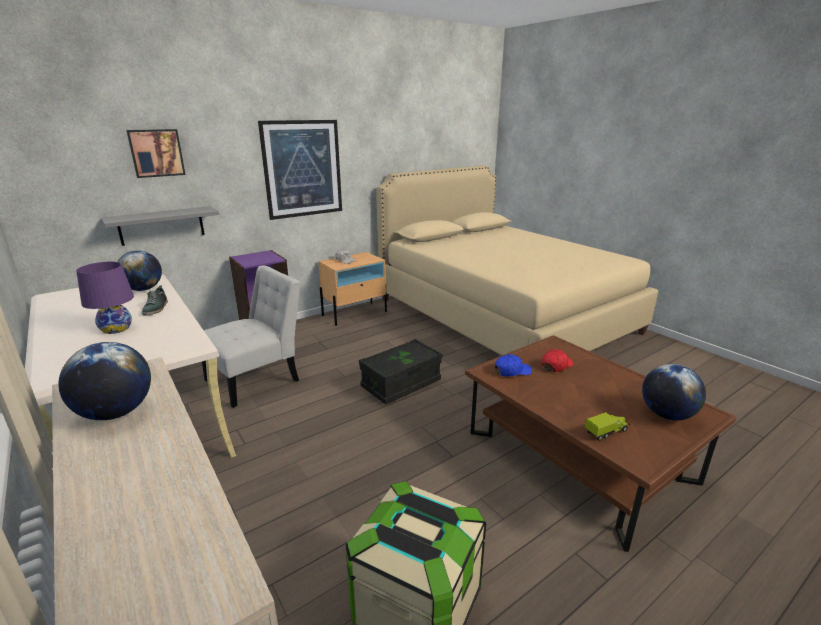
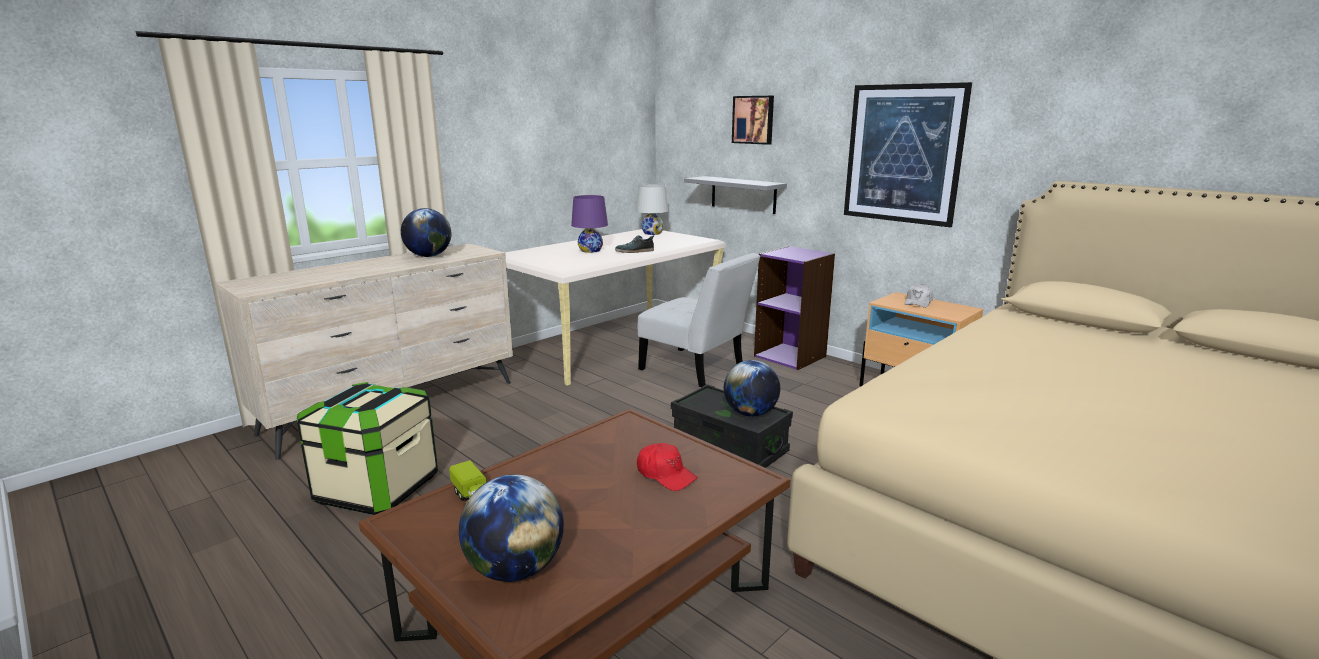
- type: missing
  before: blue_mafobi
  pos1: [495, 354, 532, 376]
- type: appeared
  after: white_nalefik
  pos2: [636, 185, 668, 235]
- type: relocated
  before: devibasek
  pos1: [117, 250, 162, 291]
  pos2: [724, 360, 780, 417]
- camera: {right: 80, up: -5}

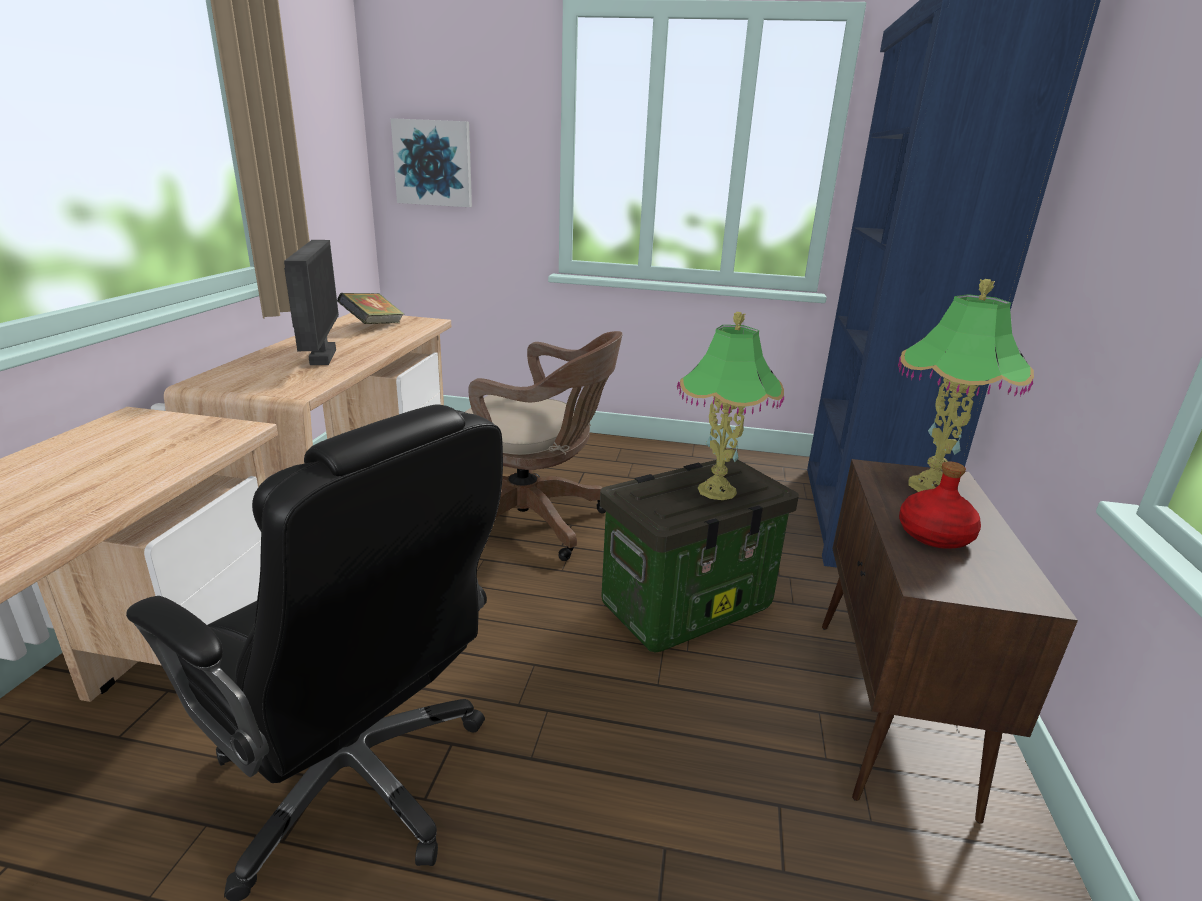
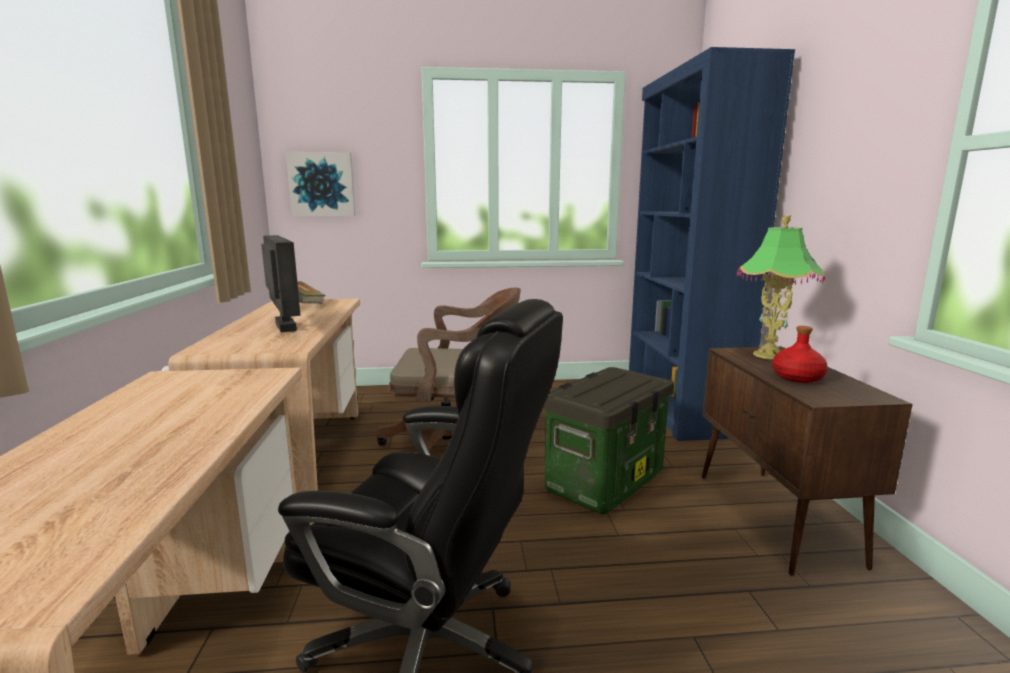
- type: missing
  before: nalefik
  pos1: [677, 312, 784, 500]
- camera: {right: -15, up: -10}

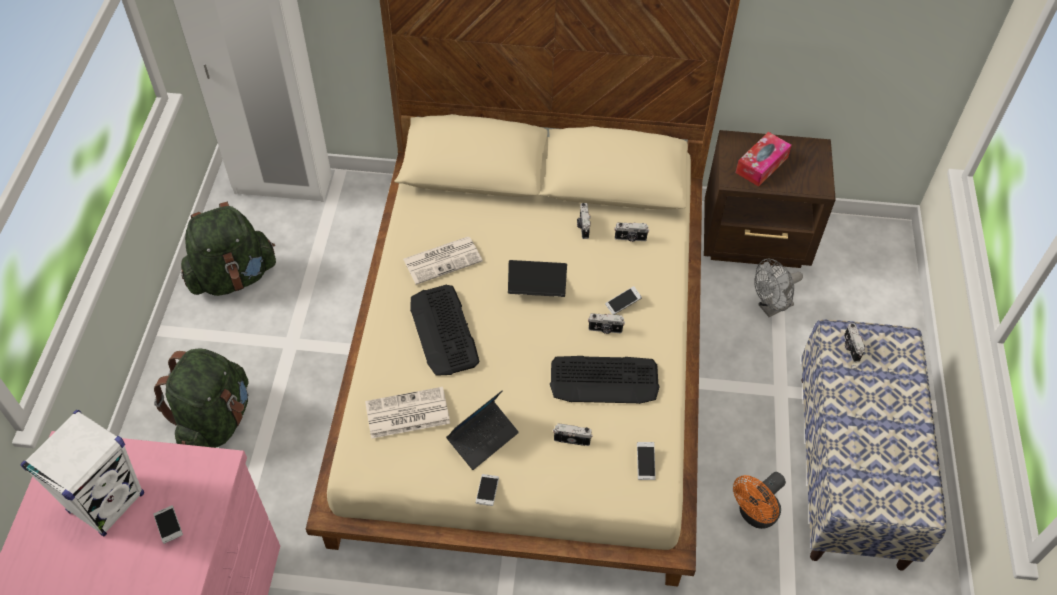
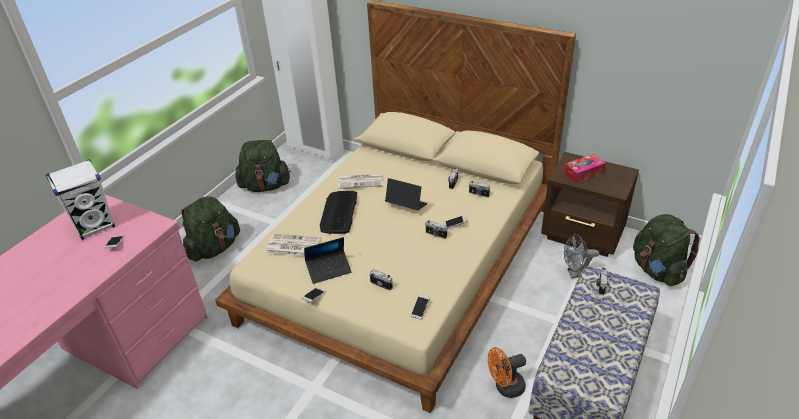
- type: missing
  before: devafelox
  pos1: [550, 356, 660, 404]
- type: appeared
  after: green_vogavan
  pos2: [633, 214, 699, 286]
- camera: {right: 25, up: -15}

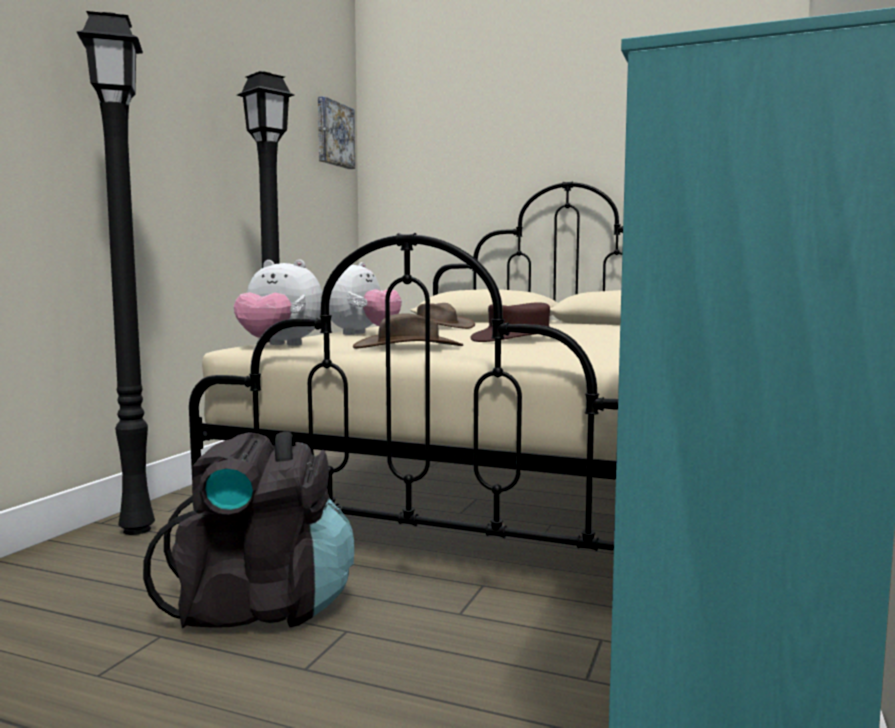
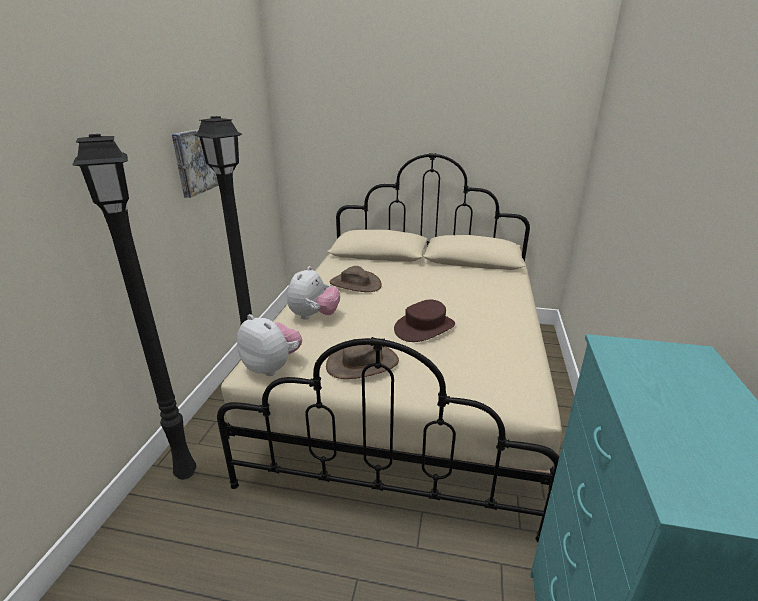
- type: missing
  before: black_vogavan
  pos1: [143, 432, 354, 628]
- type: relocated
  before: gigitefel
  pos1: [318, 96, 355, 169]
  pos2: [172, 129, 219, 198]
- type: spun
  before: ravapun
  pos1: [234, 259, 322, 346]
  pos2: [237, 314, 302, 376]
  turn: -150
- camera: {right: -10, up: 20}

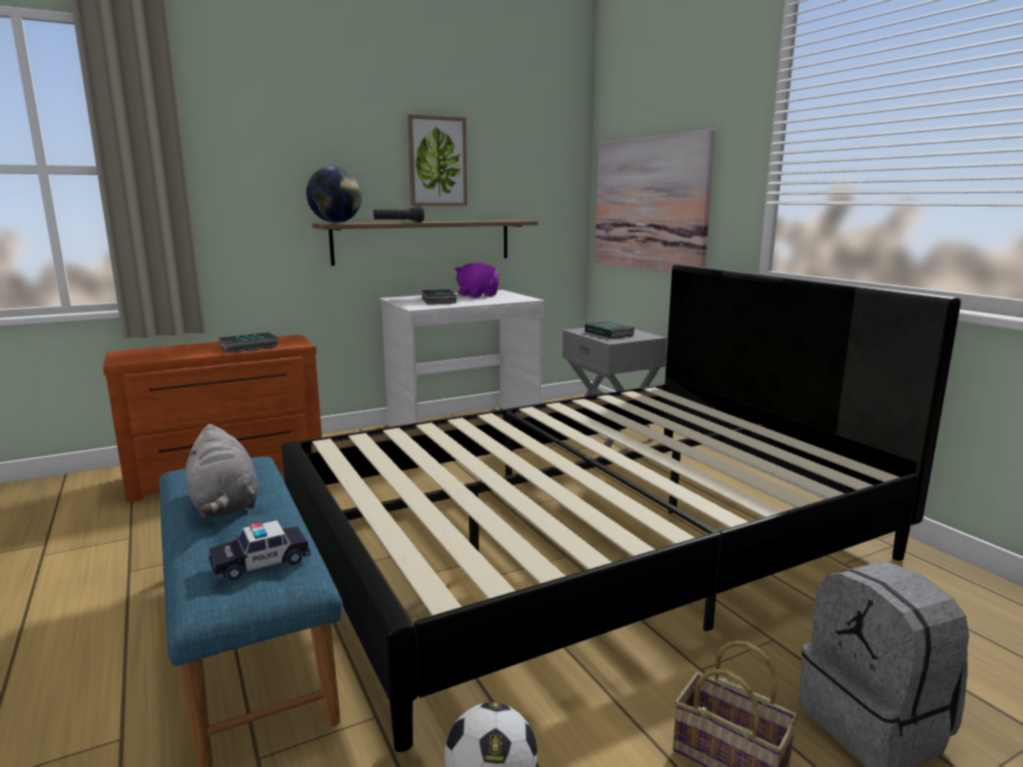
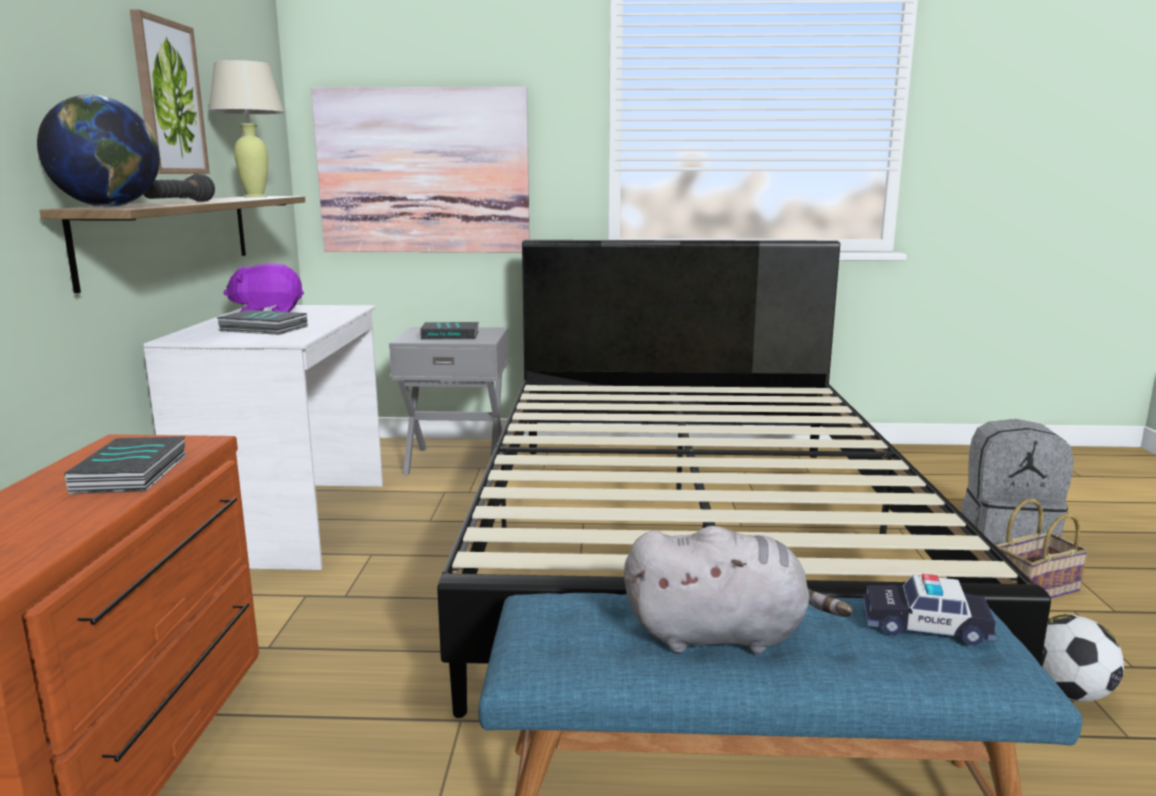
- type: appeared
  after: beige_nalefik
  pos2: [209, 60, 284, 197]
- type: spun
  before: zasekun
  pos1: [208, 520, 311, 581]
  pos2: [863, 574, 997, 646]
  turn: 105
- camera: {right: -60, up: 0}

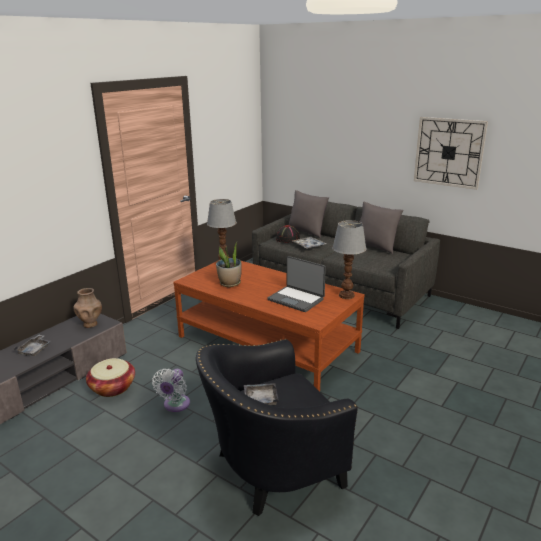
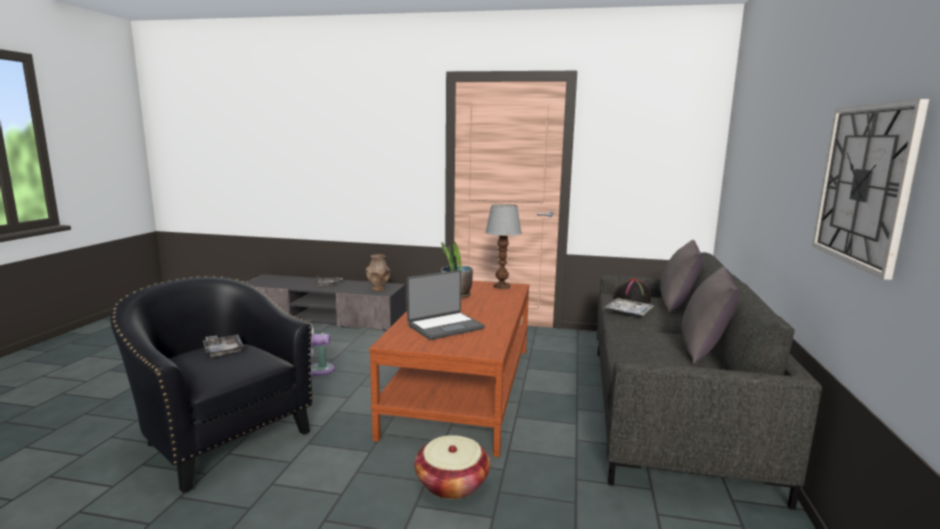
- type: missing
  before: nalefik
  pos1: [332, 220, 367, 299]
- type: relocated
  before: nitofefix
  pos1: [86, 358, 135, 397]
  pos2: [414, 435, 490, 499]
- type: spun
  before: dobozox
  pos1: [267, 256, 326, 312]
  pos2: [407, 270, 485, 340]
  turn: -135
- camera: {right: 65, up: -10}

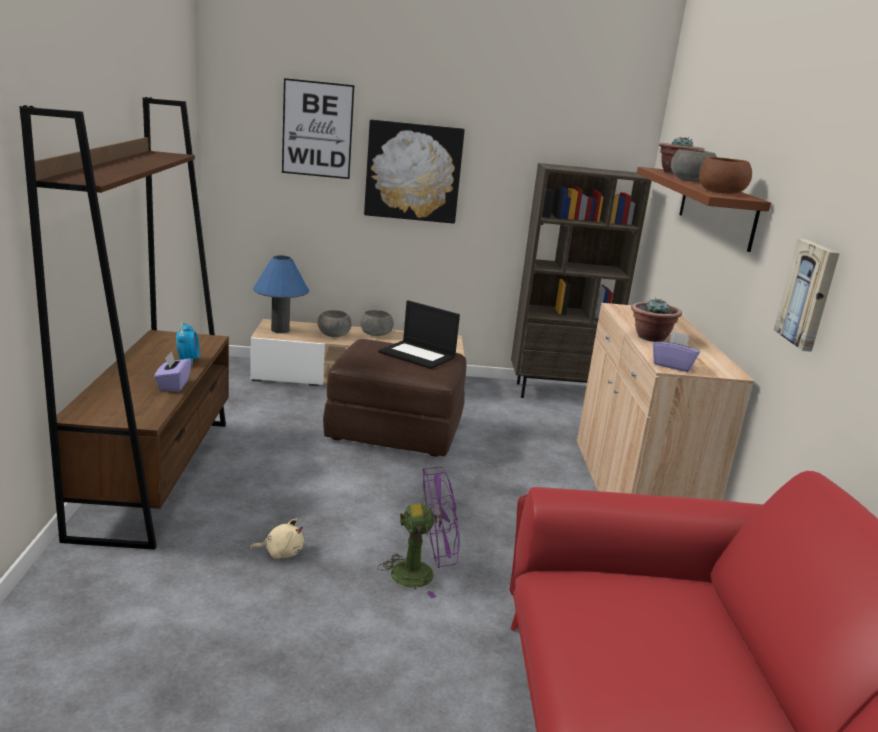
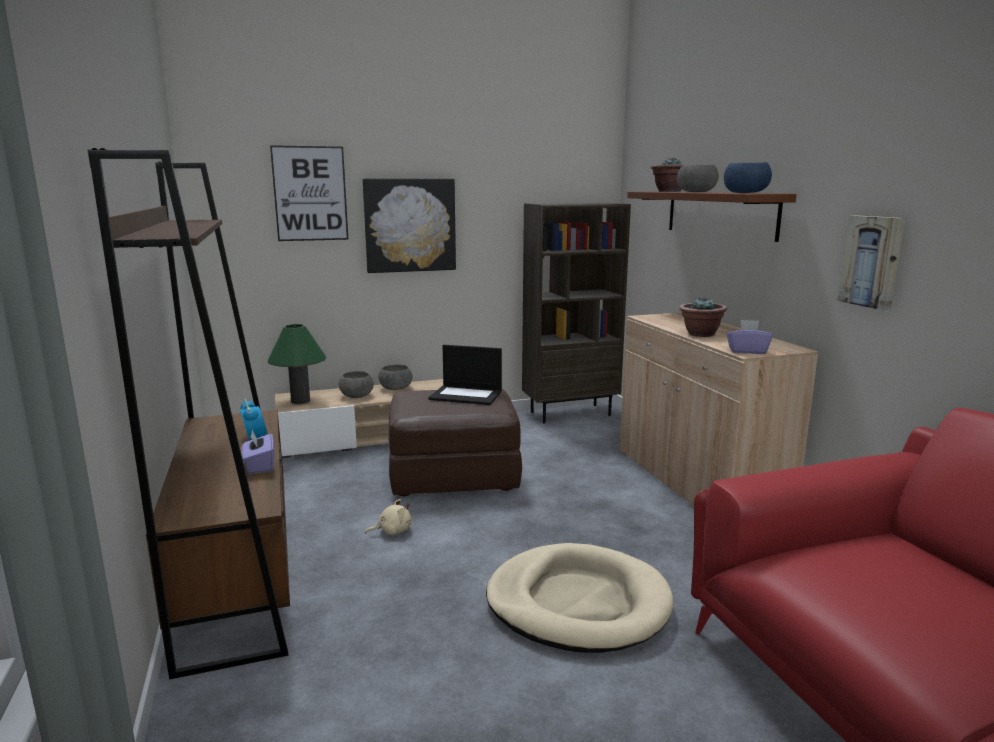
- type: relocated
  before: beige_ravapun
  pos1: [250, 518, 304, 559]
  pos2: [365, 499, 411, 535]
- type: exchanged
  before: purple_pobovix
  after: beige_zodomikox
  pos1: [377, 467, 460, 599]
  pos2: [486, 543, 674, 653]
- type: colour
  before: blue_nalefik
  after: green_nalefik
  pos1: [253, 255, 309, 333]
  pos2: [268, 324, 326, 404]
- type: colour
  before: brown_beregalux
  after: blue_beregalux
  pos1: [699, 157, 752, 194]
  pos2: [724, 162, 772, 193]
- camera: {right: -15, up: -5}

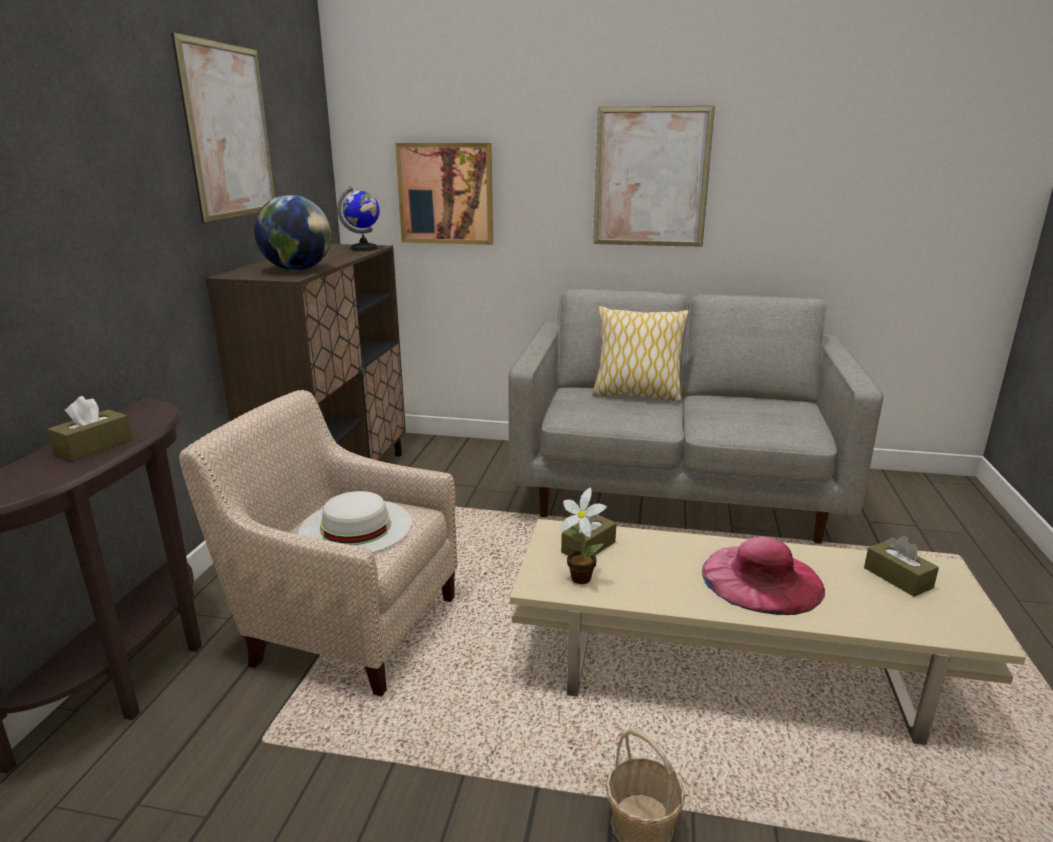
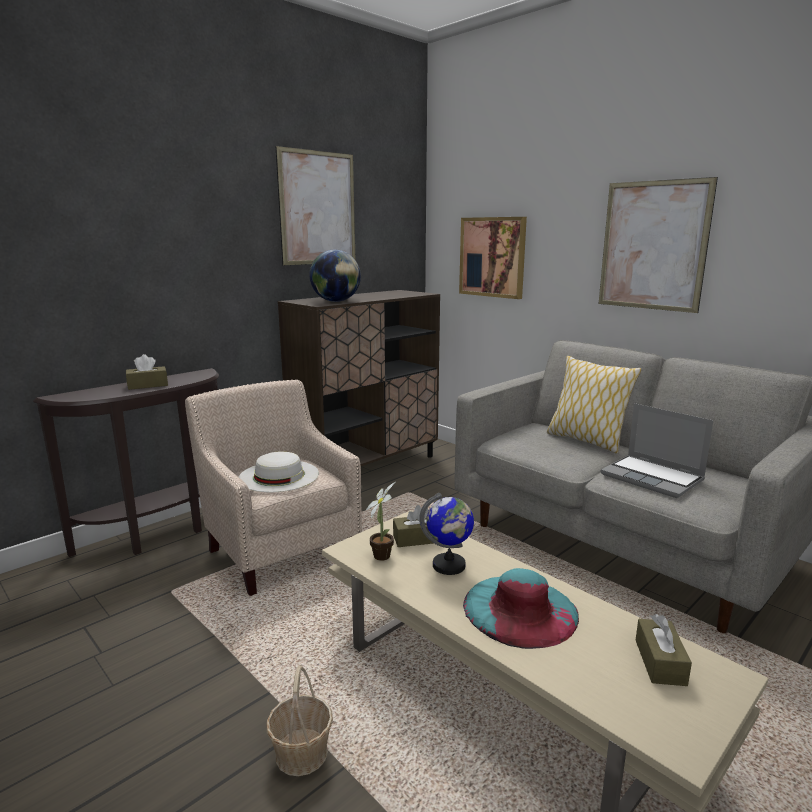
- type: appeared
  after: dobozox
  pos2: [601, 403, 713, 498]
- type: relocated
  before: devibasek
  pos1: [337, 186, 380, 251]
  pos2: [419, 492, 474, 575]
- type: colour
  before: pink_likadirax
  after: turquoise_likadirax
  pos1: [702, 537, 825, 615]
  pos2: [463, 568, 579, 649]
- camera: {right: 35, up: -5}

